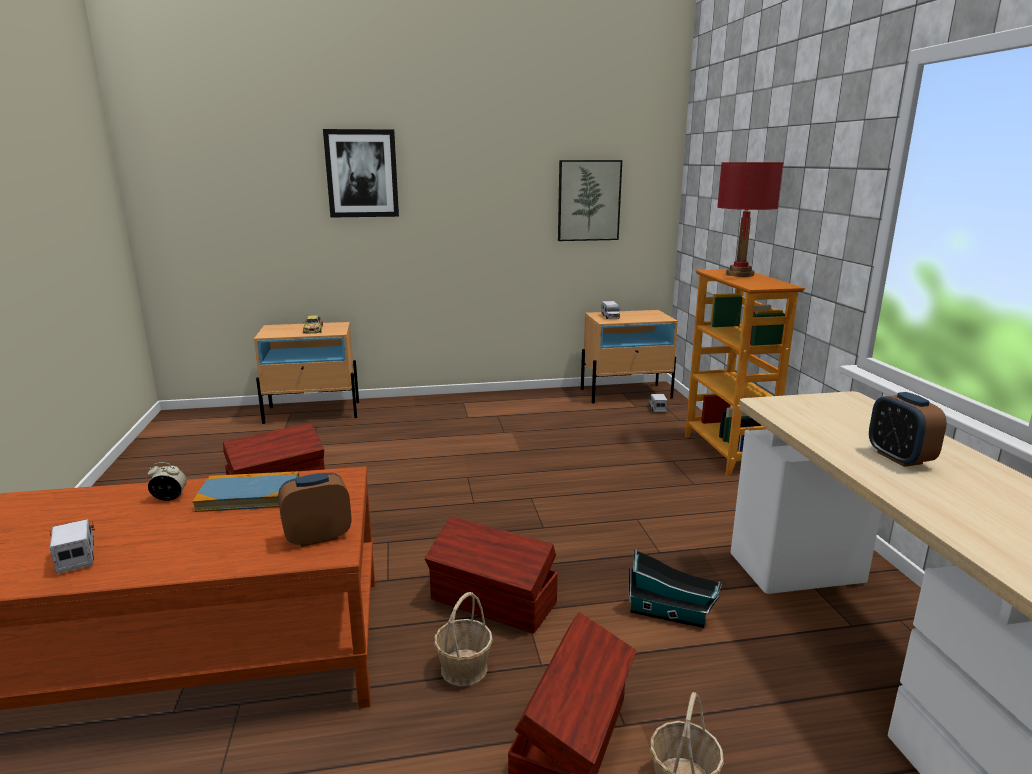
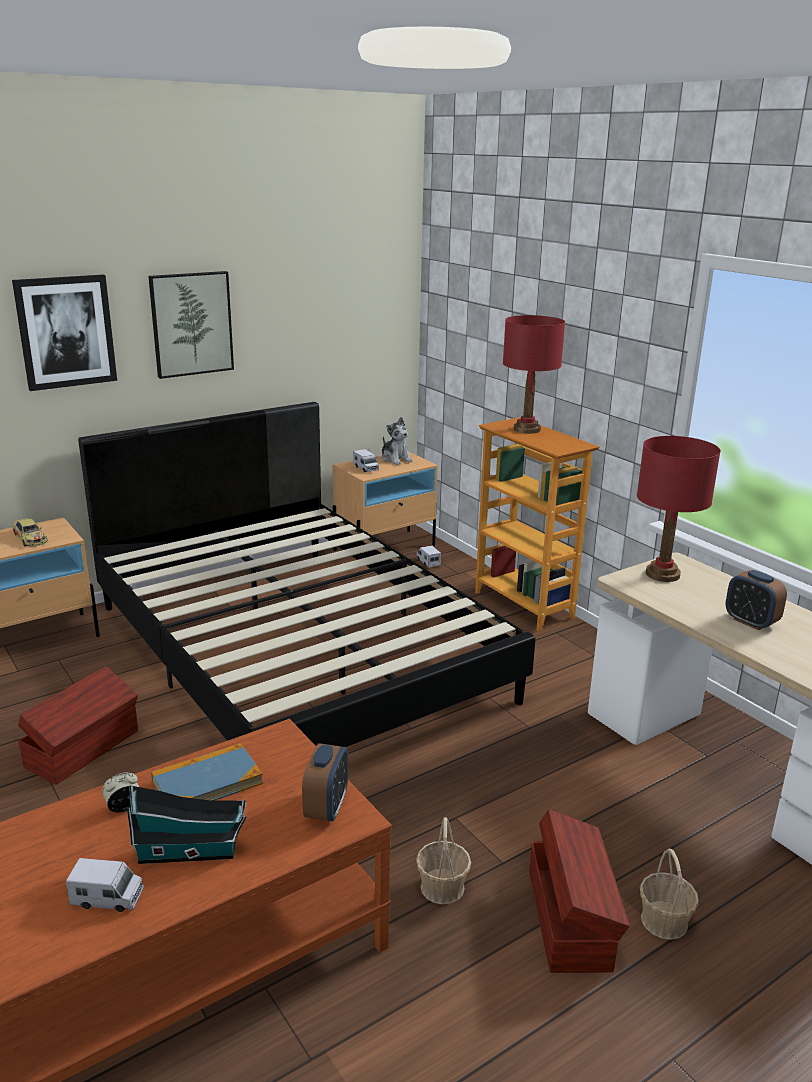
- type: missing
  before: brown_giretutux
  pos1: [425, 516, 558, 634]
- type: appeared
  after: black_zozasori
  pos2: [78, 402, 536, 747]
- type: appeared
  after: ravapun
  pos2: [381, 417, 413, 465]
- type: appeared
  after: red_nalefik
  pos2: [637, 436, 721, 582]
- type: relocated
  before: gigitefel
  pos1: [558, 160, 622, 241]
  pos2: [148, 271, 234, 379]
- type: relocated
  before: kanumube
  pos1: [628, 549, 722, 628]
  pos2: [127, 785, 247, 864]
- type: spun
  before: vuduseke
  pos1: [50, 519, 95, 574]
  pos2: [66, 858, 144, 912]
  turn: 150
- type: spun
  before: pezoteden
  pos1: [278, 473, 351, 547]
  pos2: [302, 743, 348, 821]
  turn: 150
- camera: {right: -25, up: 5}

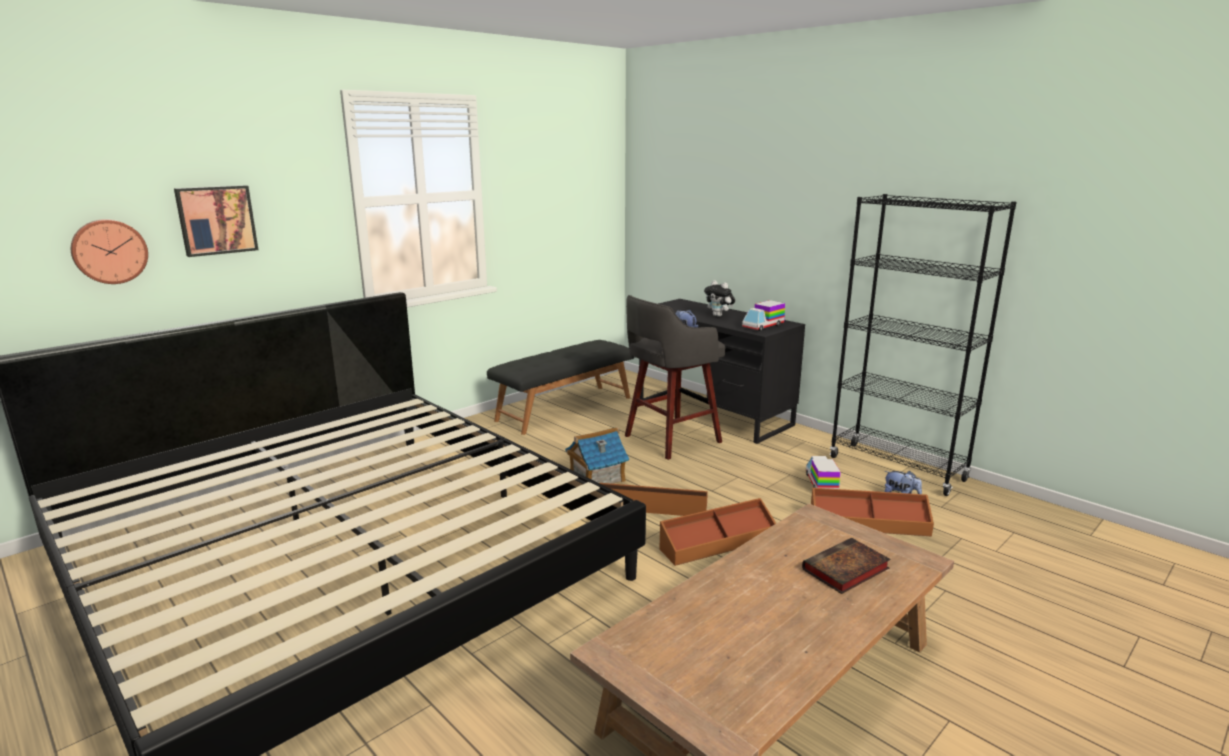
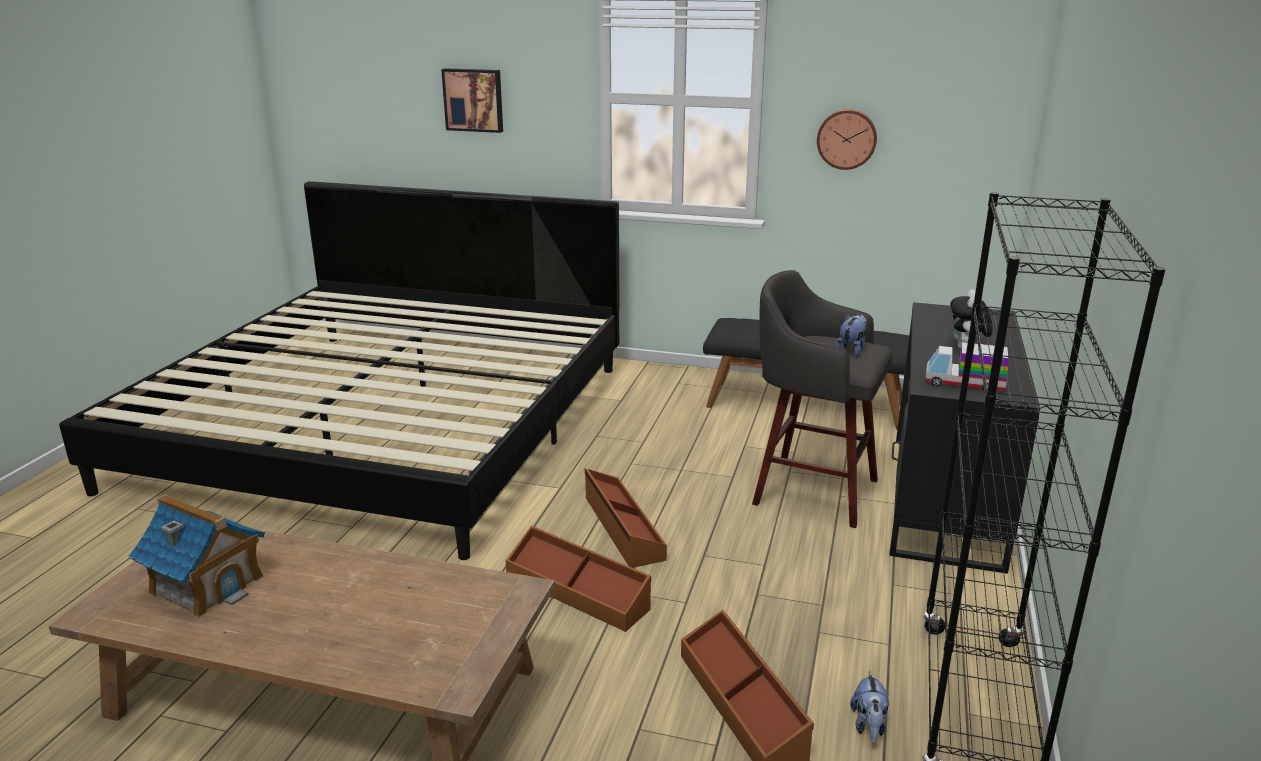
- type: missing
  before: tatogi
  pos1: [802, 538, 891, 594]
- type: missing
  before: vuduseke
  pos1: [806, 456, 841, 489]
- type: relocated
  before: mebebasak
  pos1: [71, 219, 148, 284]
  pos2: [817, 109, 877, 170]
- type: relocated
  before: kanumube
  pos1: [565, 427, 629, 484]
  pos2: [128, 494, 265, 618]
- camera: {right: 60, up: 5}

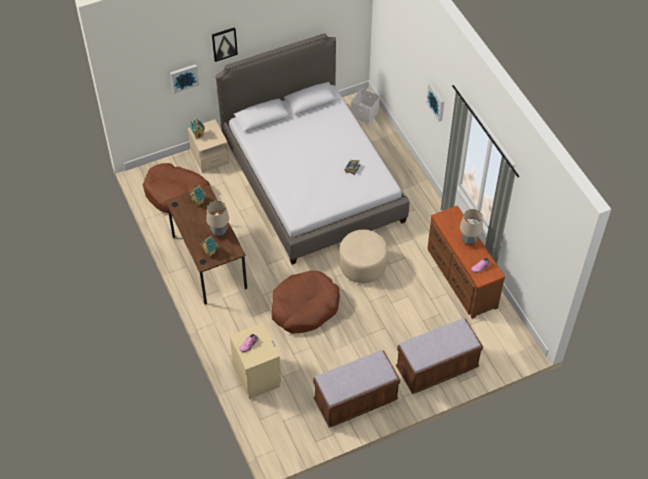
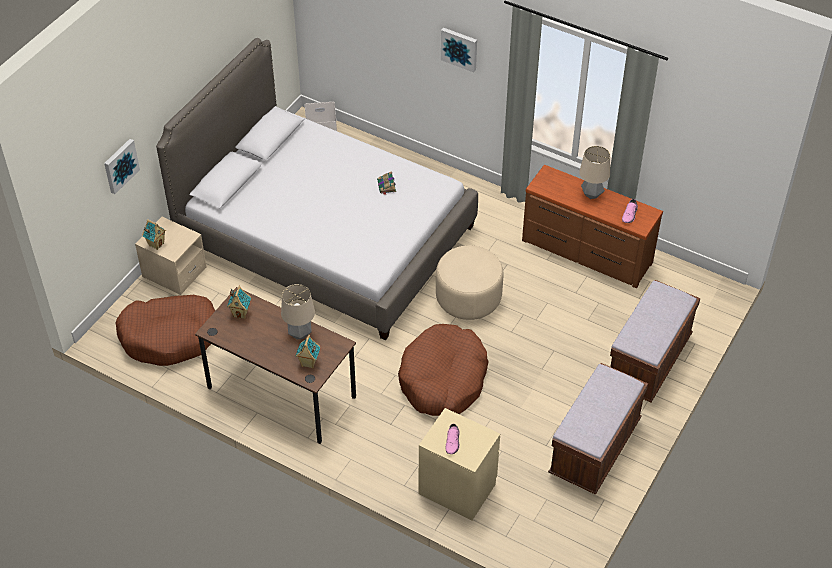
- type: missing
  before: gigitefel
  pos1: [212, 27, 238, 62]
- camera: {right: -35, up: -5}

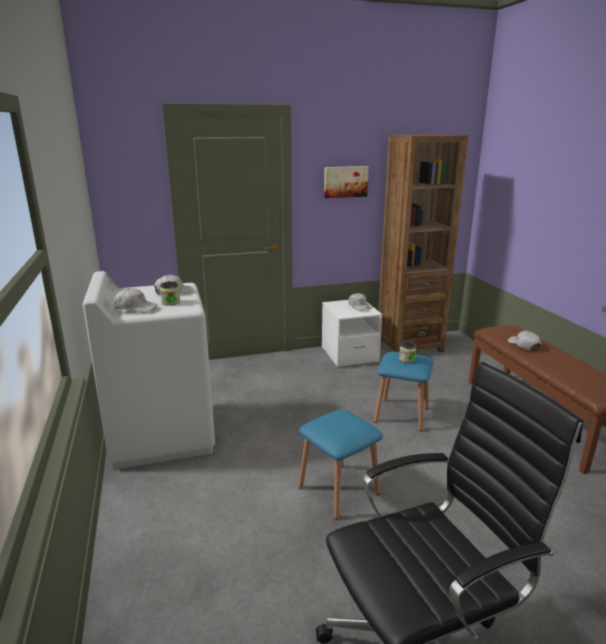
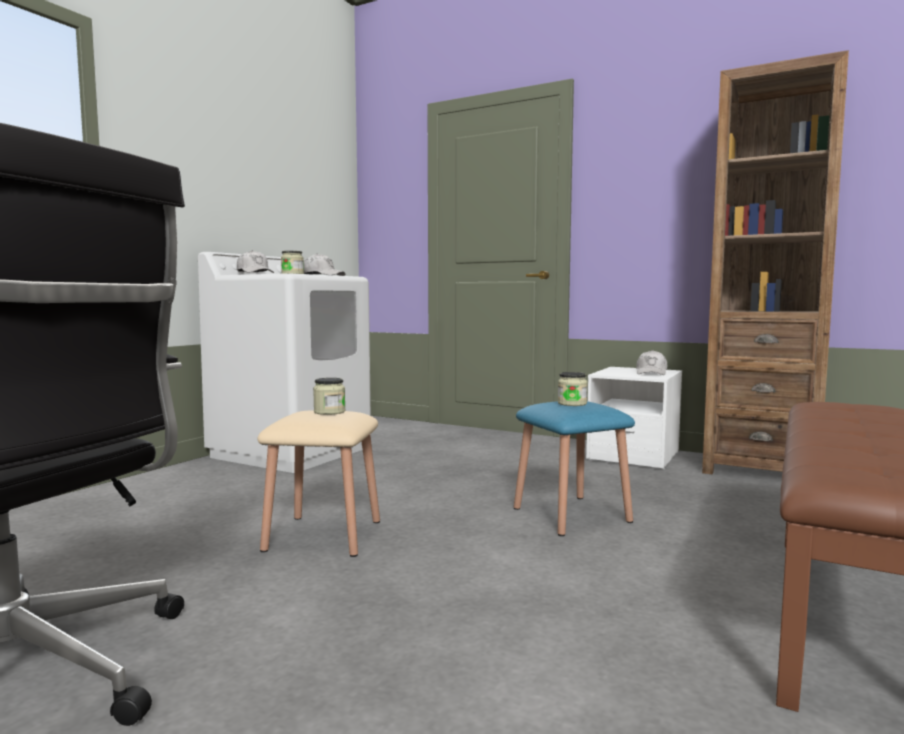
- type: missing
  before: gigitefel
  pos1: [324, 166, 369, 198]
- type: missing
  before: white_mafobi
  pos1: [508, 331, 541, 351]
- type: appeared
  after: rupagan
  pos2: [313, 378, 345, 415]
- type: colour
  before: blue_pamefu
  after: beige_pamefu
  pos1: [298, 409, 383, 520]
  pos2: [257, 410, 380, 557]
- camera: {right: 45, up: -15}

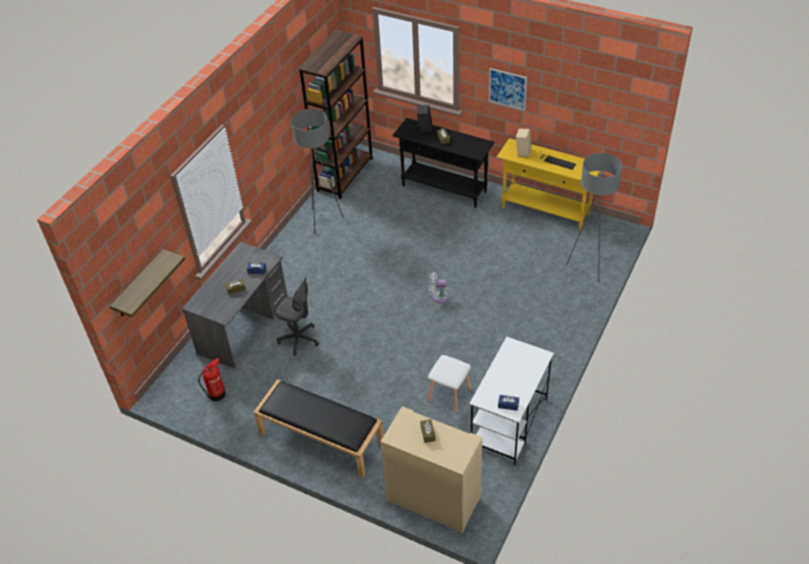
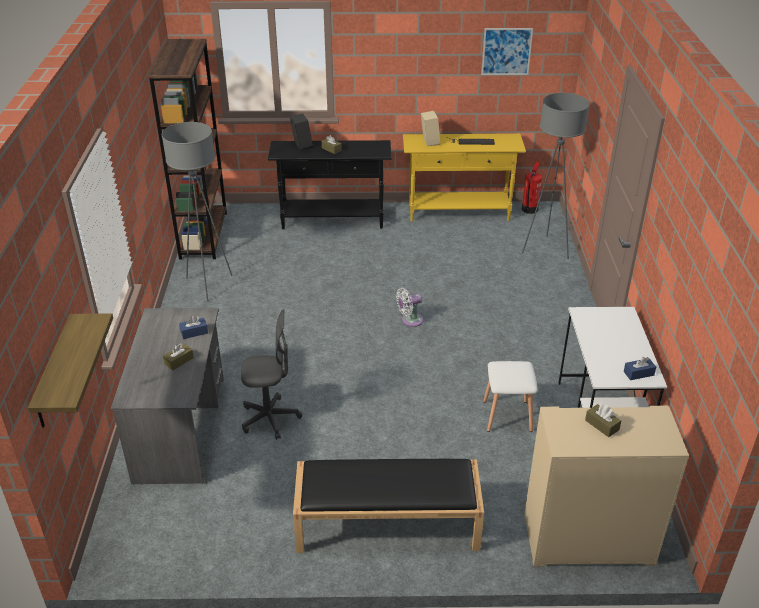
- type: relocated
  before: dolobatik
  pos1: [198, 358, 226, 401]
  pos2: [522, 162, 542, 214]
- type: relocated
  before: gigitefel
  pos1: [489, 68, 527, 111]
  pos2: [481, 28, 533, 75]
- camera: {right: -30, up: -10}

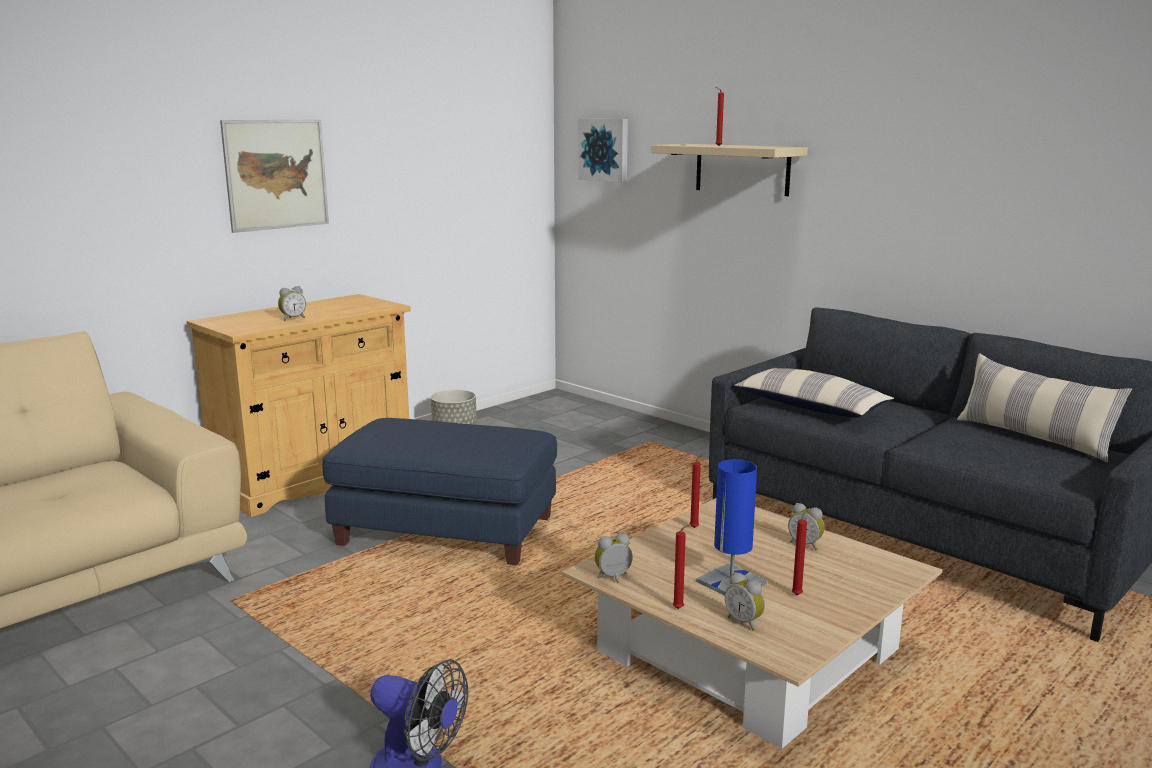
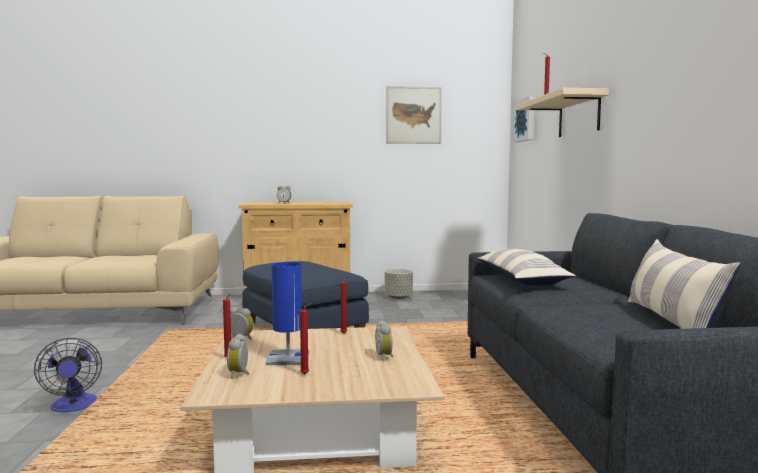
- type: relocated
  before: gigitefel
  pos1: [220, 120, 329, 233]
  pos2: [386, 86, 442, 144]
- camera: {right: 40, up: -10}

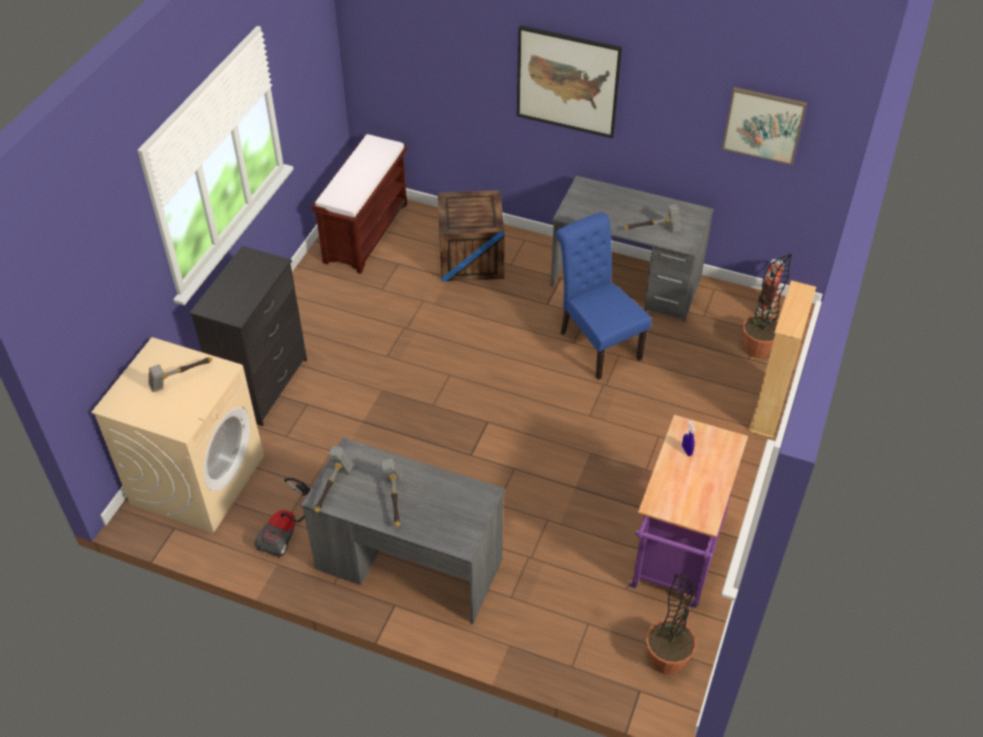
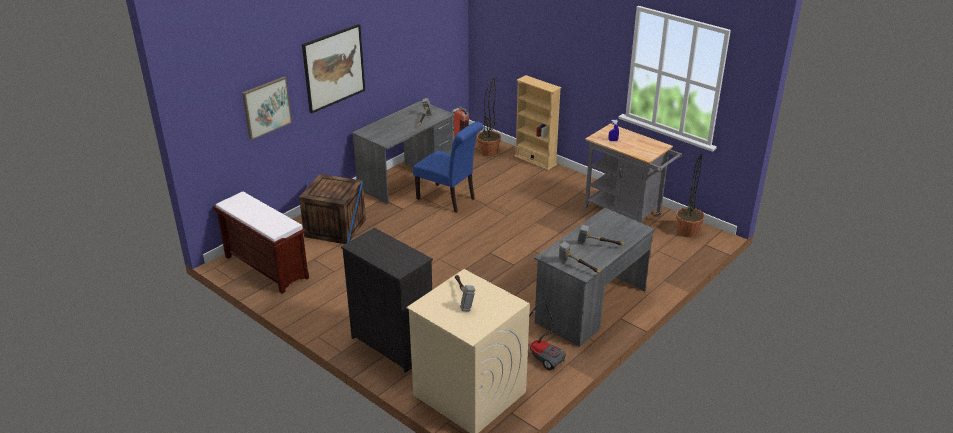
- type: relocated
  before: gigitefel
  pos1: [722, 87, 807, 165]
  pos2: [242, 77, 292, 140]
- type: colour
  before: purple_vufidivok
  after: grey_vufidivok
  pos1: [629, 415, 748, 608]
  pos2: [584, 124, 682, 223]
- type: spun
  before: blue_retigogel
  pos1: [556, 212, 652, 380]
  pos2: [413, 122, 483, 213]
  turn: -135
- camera: {right: -70, up: -15}

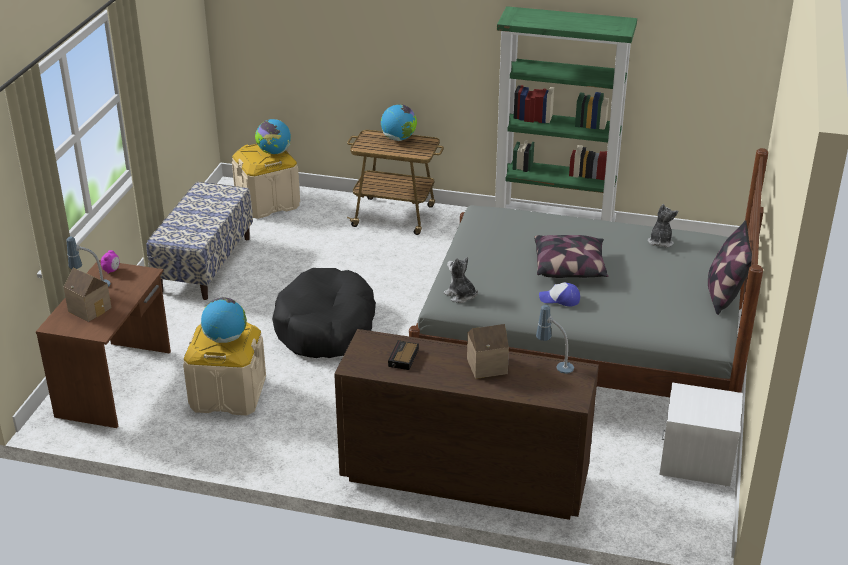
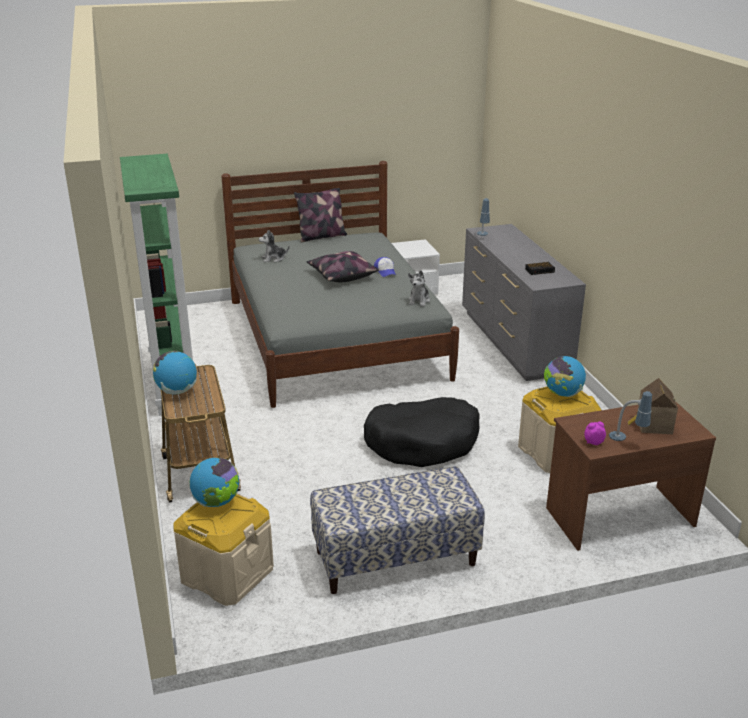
- type: missing
  before: kanumube
  pos1: [467, 324, 509, 379]
- type: colour
  before: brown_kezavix
  after: grey_kezavix
  pos1: [334, 329, 599, 520]
  pos2: [462, 224, 586, 381]
- camera: {right: -120, up: -5}

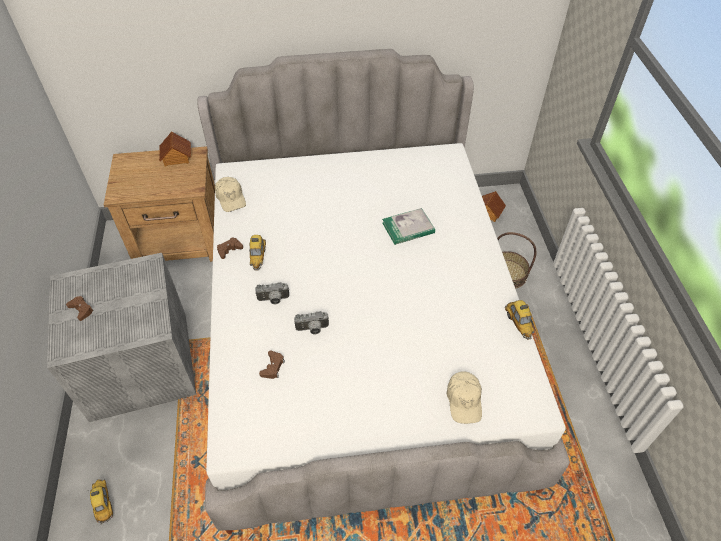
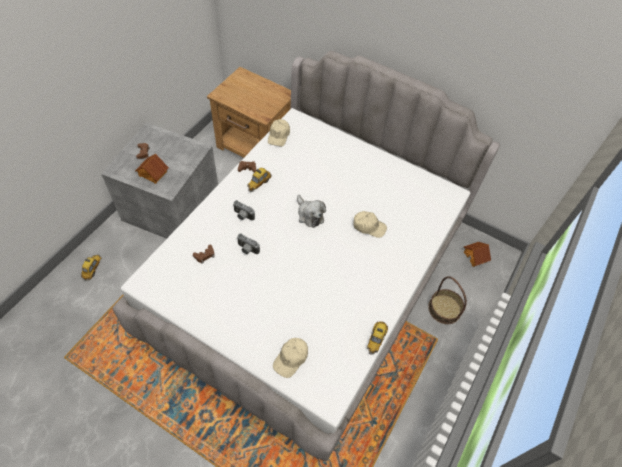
- type: appeared
  after: ravapun
  pos2: [297, 195, 326, 228]
- type: relocated
  before: kanumube
  pos1: [159, 131, 191, 166]
  pos2: [135, 154, 169, 184]
- type: exchanged
  before: tatogi
  after: beige_mafobi
  pos1: [382, 208, 435, 245]
  pos2: [353, 211, 387, 238]
- camera: {right: 35, up: 5}

